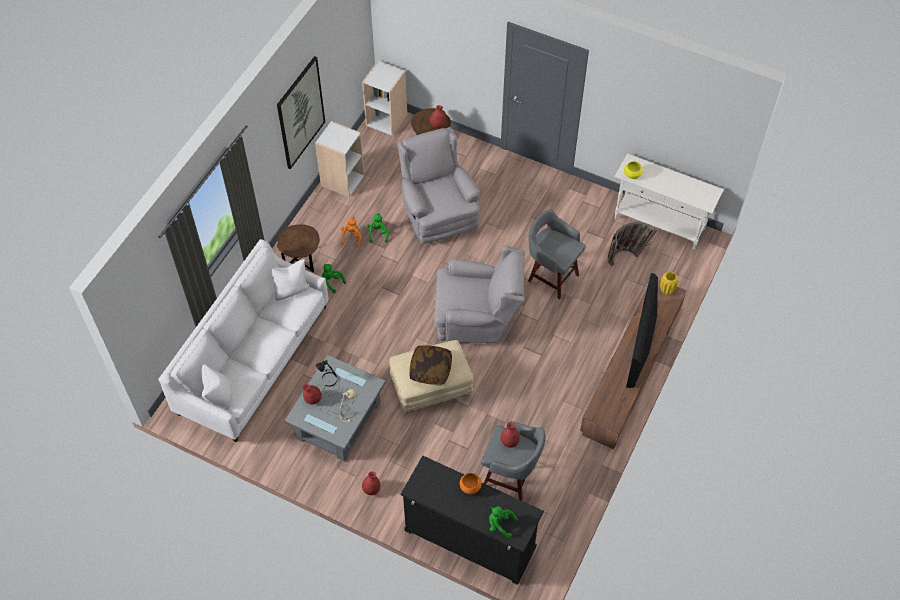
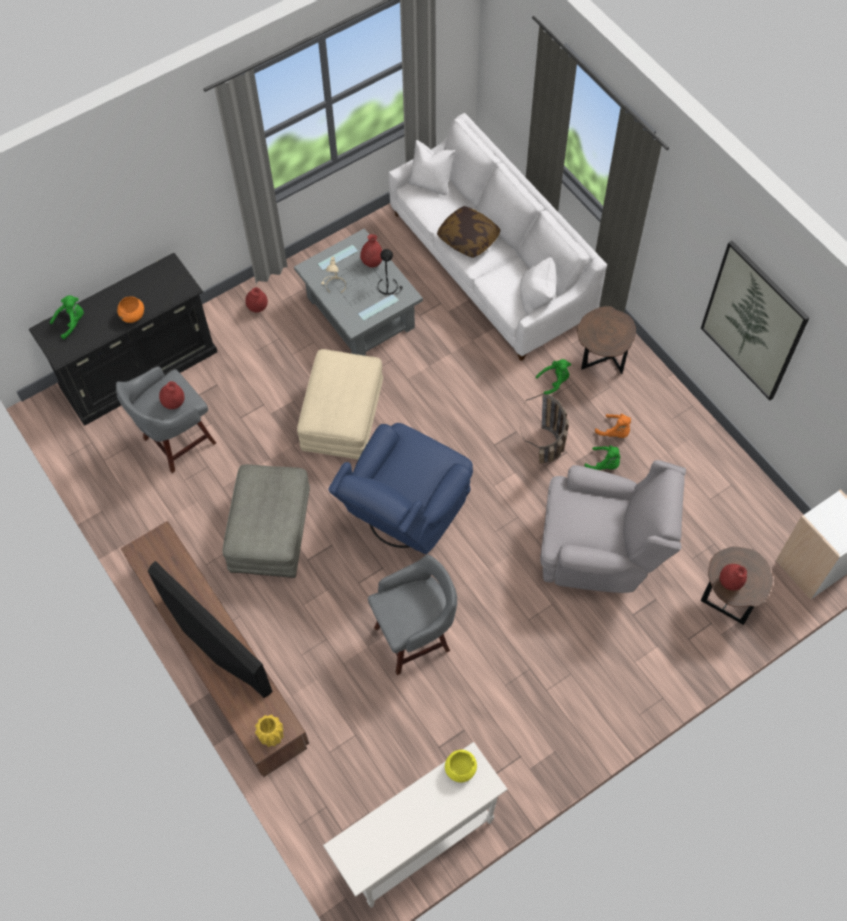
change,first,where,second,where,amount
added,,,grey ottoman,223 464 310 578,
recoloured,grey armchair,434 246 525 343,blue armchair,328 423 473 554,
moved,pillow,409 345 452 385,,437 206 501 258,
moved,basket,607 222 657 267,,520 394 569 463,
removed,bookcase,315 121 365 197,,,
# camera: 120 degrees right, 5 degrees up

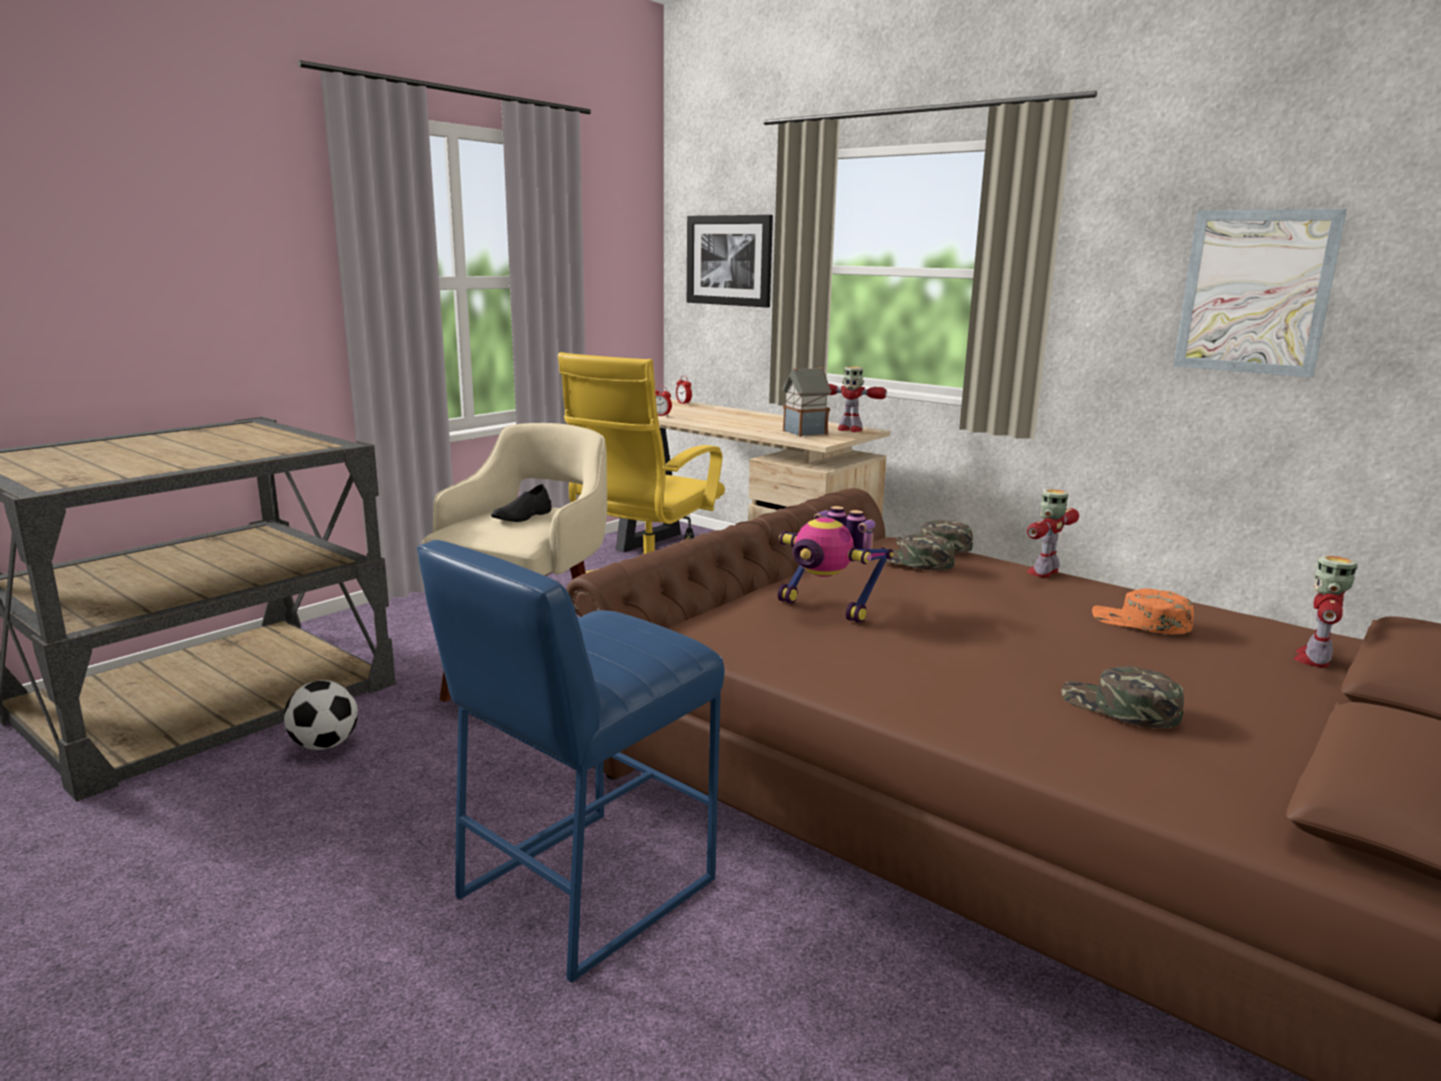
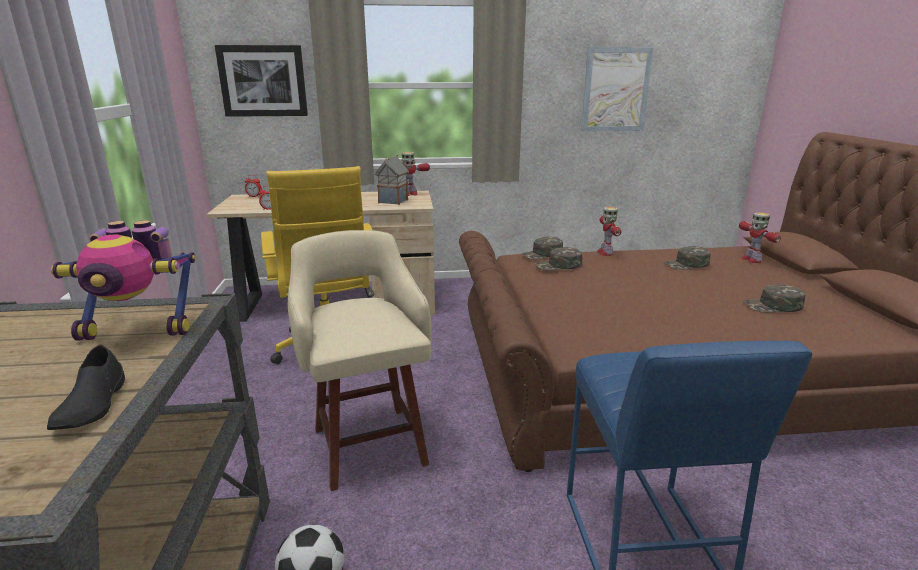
change,first,where,second,where,amount
moved,black shoe,491 484 552 522,,47 345 125 430,
moved,toy robot,778 506 893 623,,51 220 196 341,
recoloured,orange cap,1092 588 1194 634,green cap,663 246 711 270,
# camera: 45 degrees left, 5 degrees up

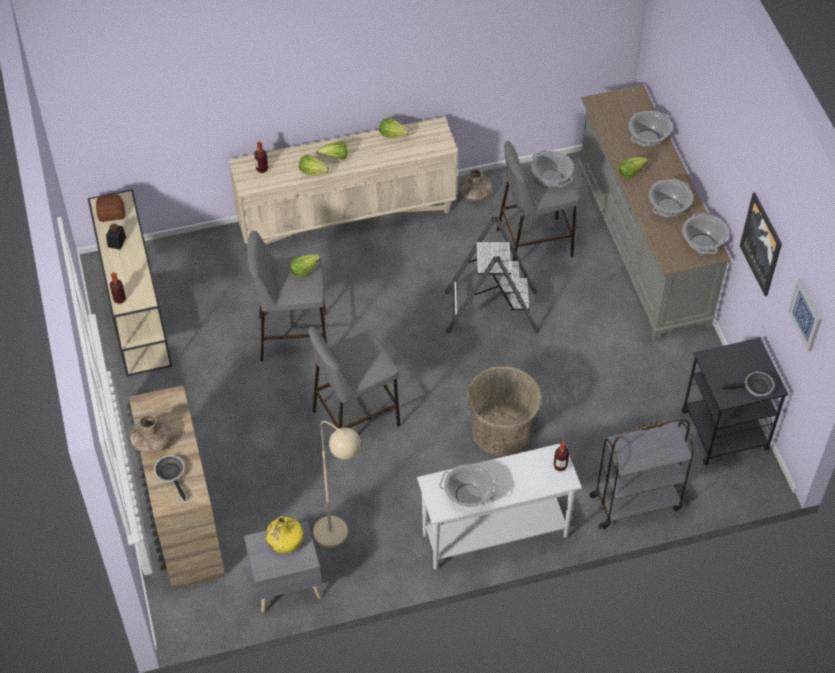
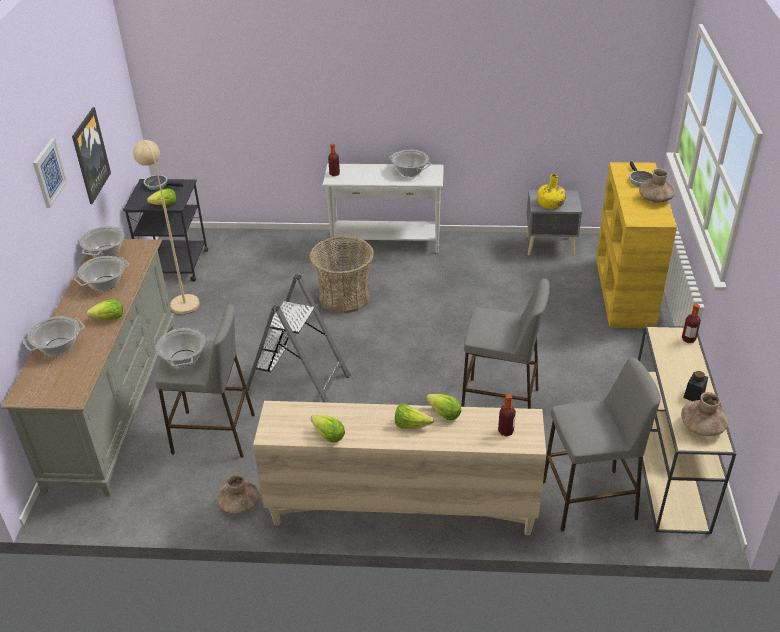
change,first,where,second,where,amount
moved,picture,787 279 822 351,,33 138 67 208,
moved,beige floor lamp,313 421 361 548,,133 139 200 314,
moved,lettuce,290 254 320 277,,147 189 176 205,
moved,grey stool,308 326 400 429,,543 358 661 532,
recoloured,brown bookcase,129 385 225 589,yellow bookcase,596 162 677 328,
replaced,bread,96 194 125 222,brown vase,681 392 729 436,
removed,grey cart,590 419 694 529,,,
# camera: 160 degrees left, 15 degrees down

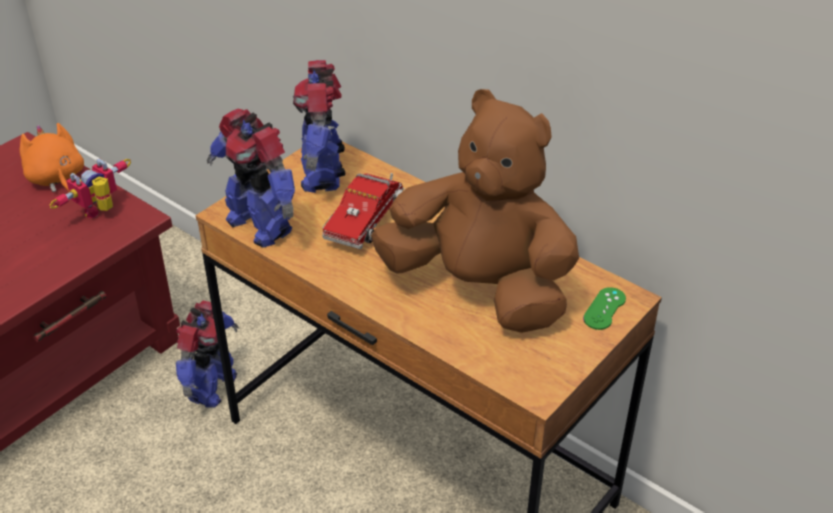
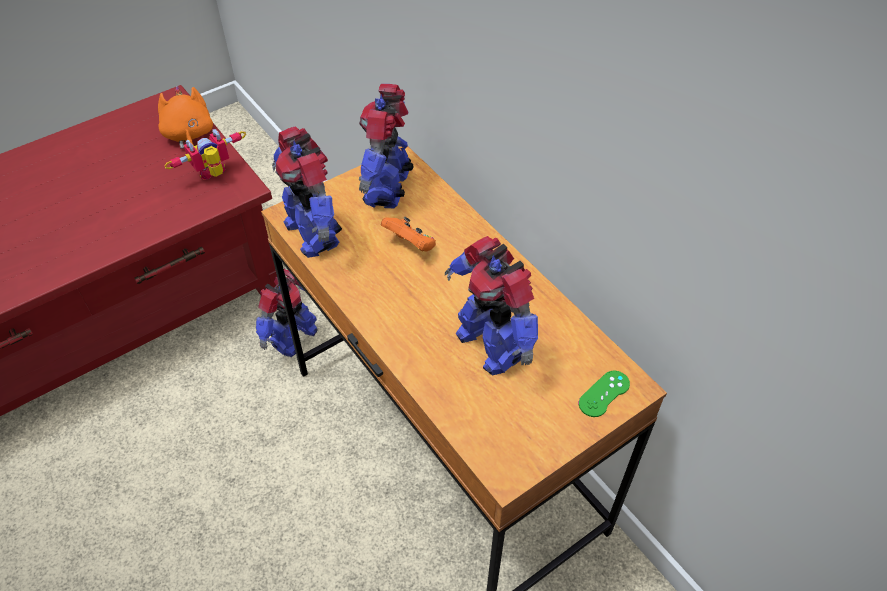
change,first,where,second,where,amount
replaced,toy truck,322 173 405 249,orange game controller,381 217 436 252,
replaced,brown plush toy,371 89 579 333,toy robot,445 236 538 376,
# camera: 15 degrees right, 10 degrees up

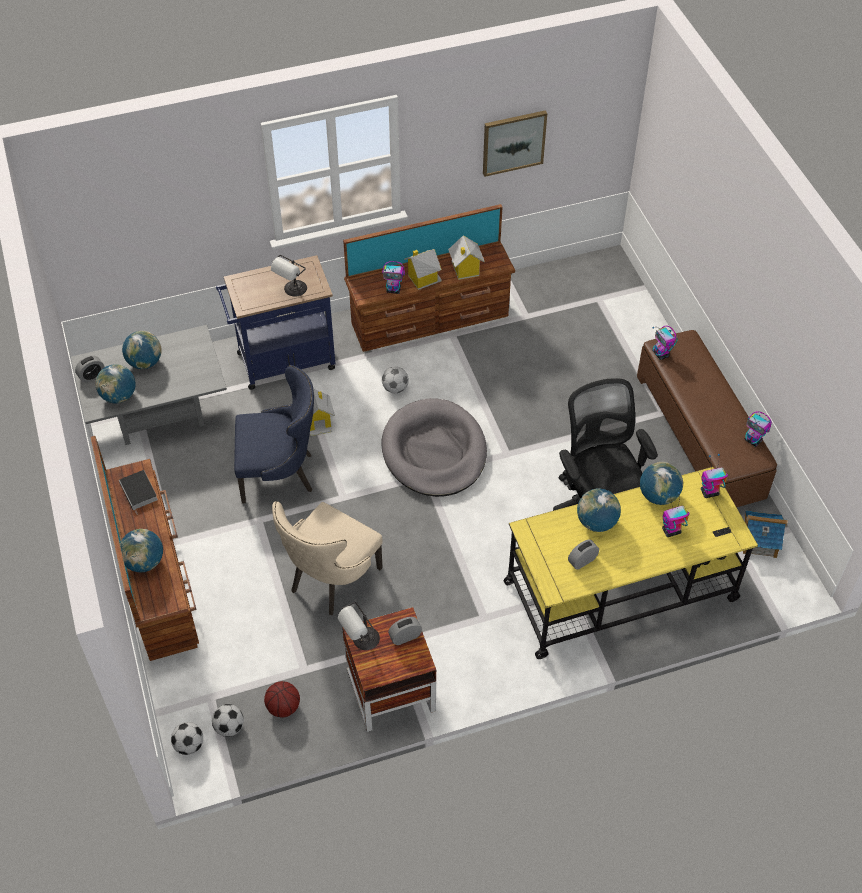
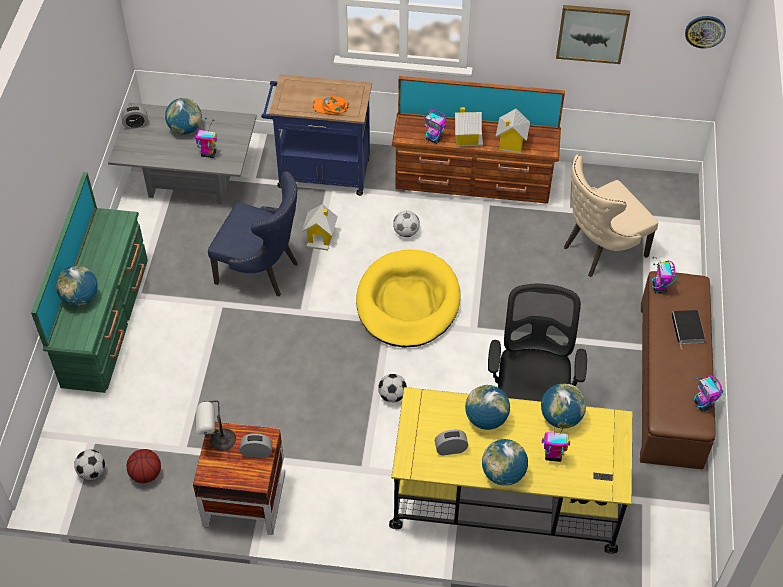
change,first,where,second,where,amount
recoloured,brown dresser,91 436 199 661,green dresser,31 172 148 393,
moved,toy robot,701 454 728 498,,194 118 217 158,
replaced,table lamp,271 255 307 297,orange cap,312 96 349 115,
recoloured,grey dog bed,381 398 487 497,yellow dog bed,356 250 461 348,
moved,football,171 722 203 755,,378 374 407 403,
moved,globe,95 364 136 403,,482 439 528 486,
moved,beige chair,272 501 383 615,,564 154 658 277,
moved,book,119 470 158 514,,672 310 705 347,
added,,,wall clock,685 16 726 49,
removed,toy house,743 510 788 558,,,
# camera: 25 degrees right, 0 degrees up

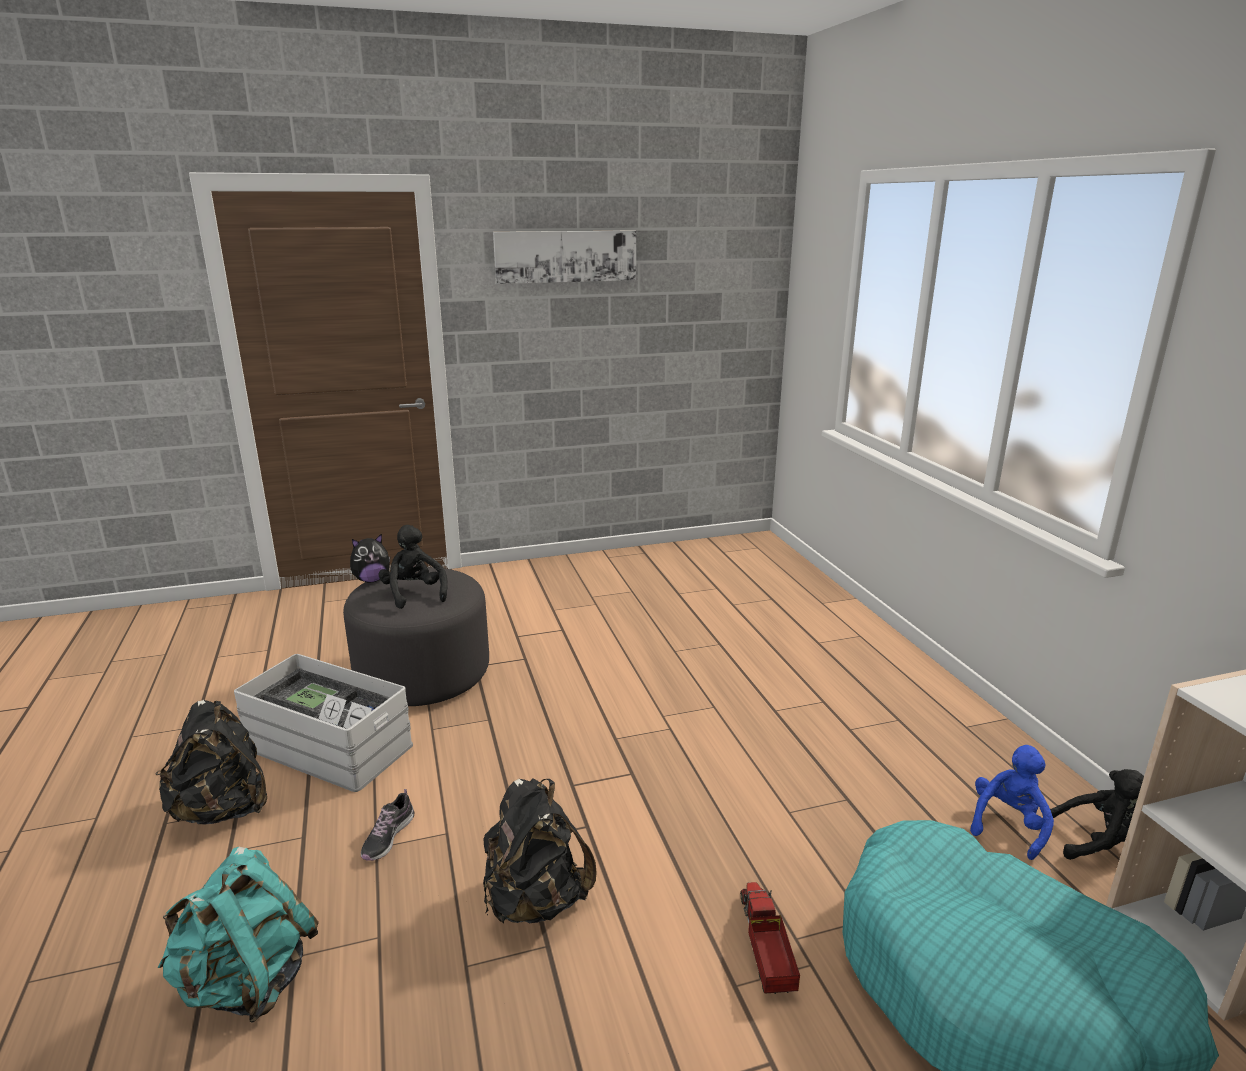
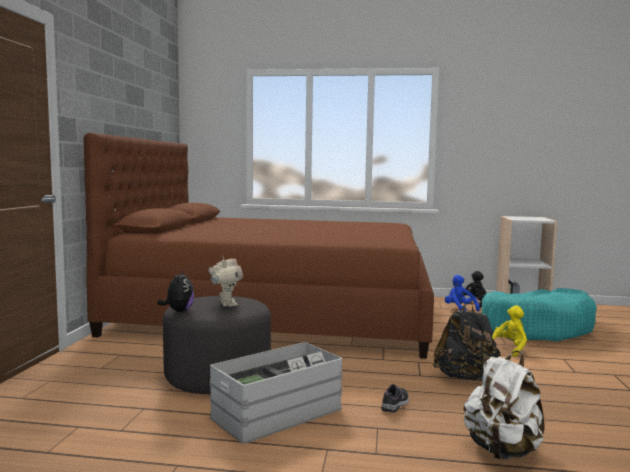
change,first,where,second,where,amount
added,,,brown bed,84 133 434 359,
replaced,black plush toy,379 525 448 609,toy robot,208 257 243 307,
turned,shoe,361 789 414 861,,381 384 409 412,105 degrees counterclockwise
recoloured,turquoise backpack,157 847 319 1023,white backpack,464 351 545 459,
replaced,toy truck,740 882 800 994,yellow plush toy,492 305 527 357,
removed,black backpack,156 700 267 825,,,
removed,picture,493 230 636 284,,,
# camera: 65 degrees left, 15 degrees down

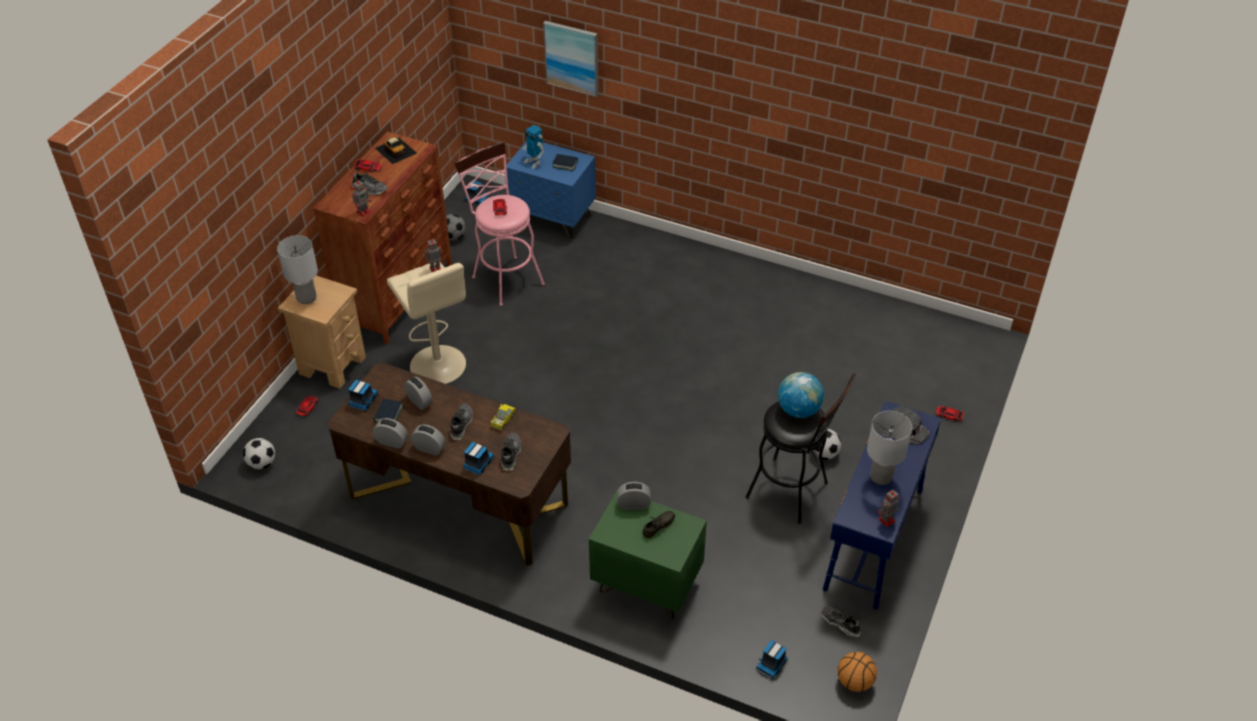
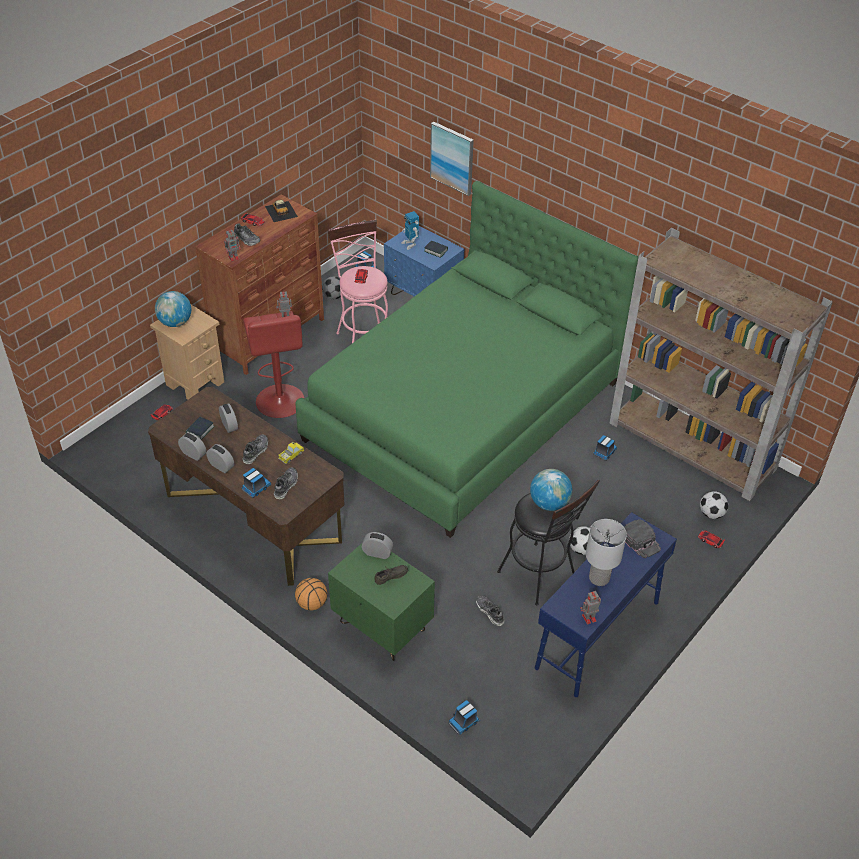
change,first,where,second,where,amount
replaced,grey table lamp,277 235 318 304,globe,155 291 191 327,
recoloured,beige stool,387 261 466 384,red stool,243 311 304 418,
added,,,green bed,295 181 638 538,
moved,basketball,837 652 877 692,,295 578 327 610,
moved,shoe,821 607 861 637,,476 596 504 626,
moved,toy truck,348 380 378 411,,593 435 617 461,
added,,,brown bookcase,609 228 833 501,
moved,football,243 438 275 469,,700 491 728 519,
# camera: 15 degrees right, 0 degrees up

